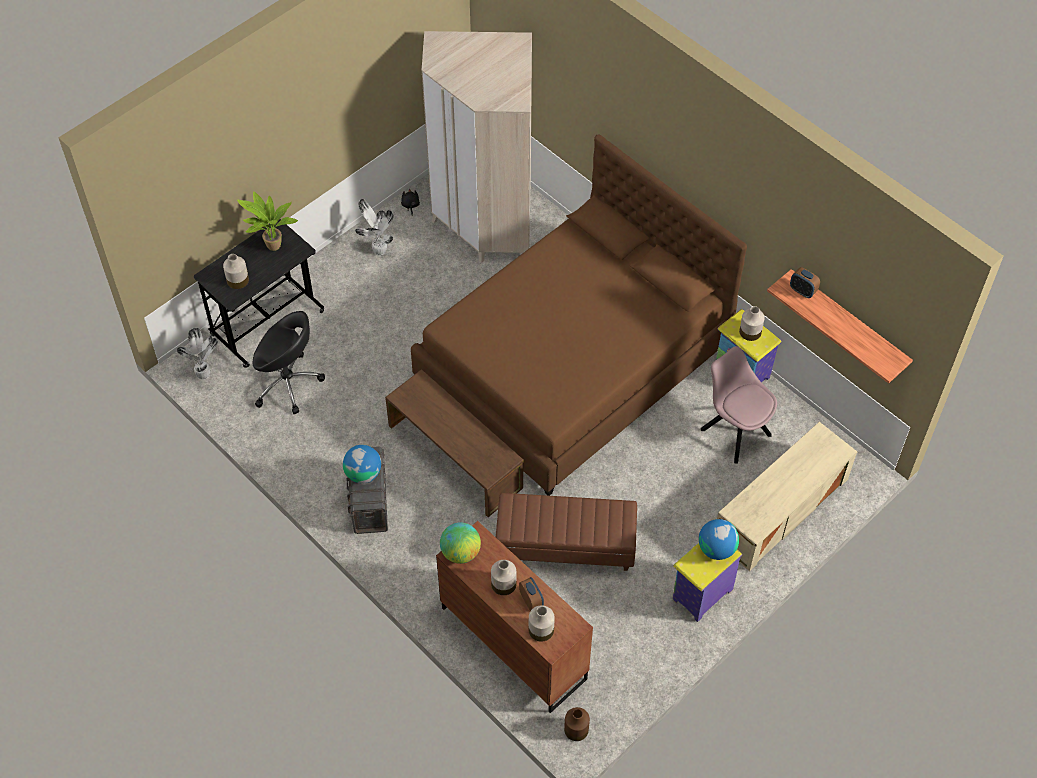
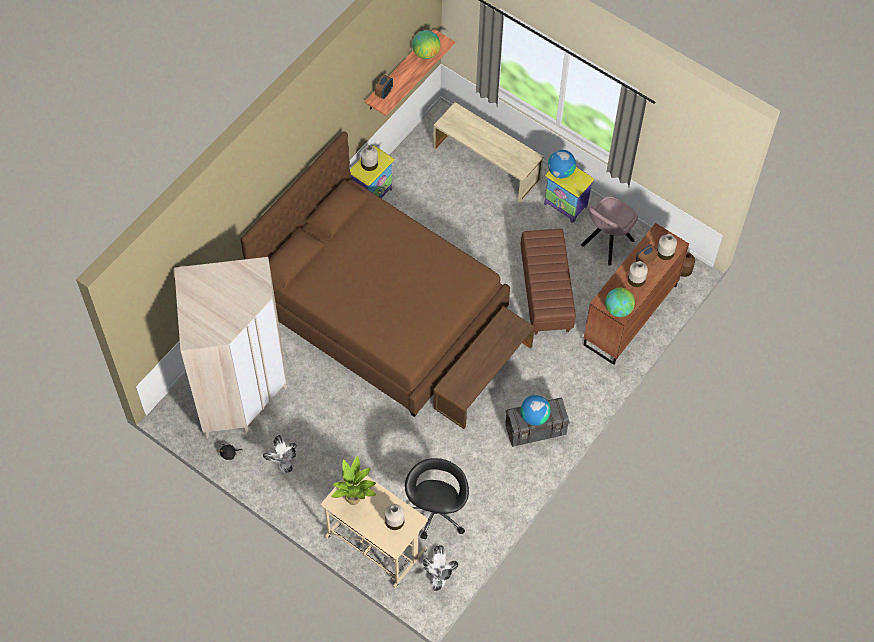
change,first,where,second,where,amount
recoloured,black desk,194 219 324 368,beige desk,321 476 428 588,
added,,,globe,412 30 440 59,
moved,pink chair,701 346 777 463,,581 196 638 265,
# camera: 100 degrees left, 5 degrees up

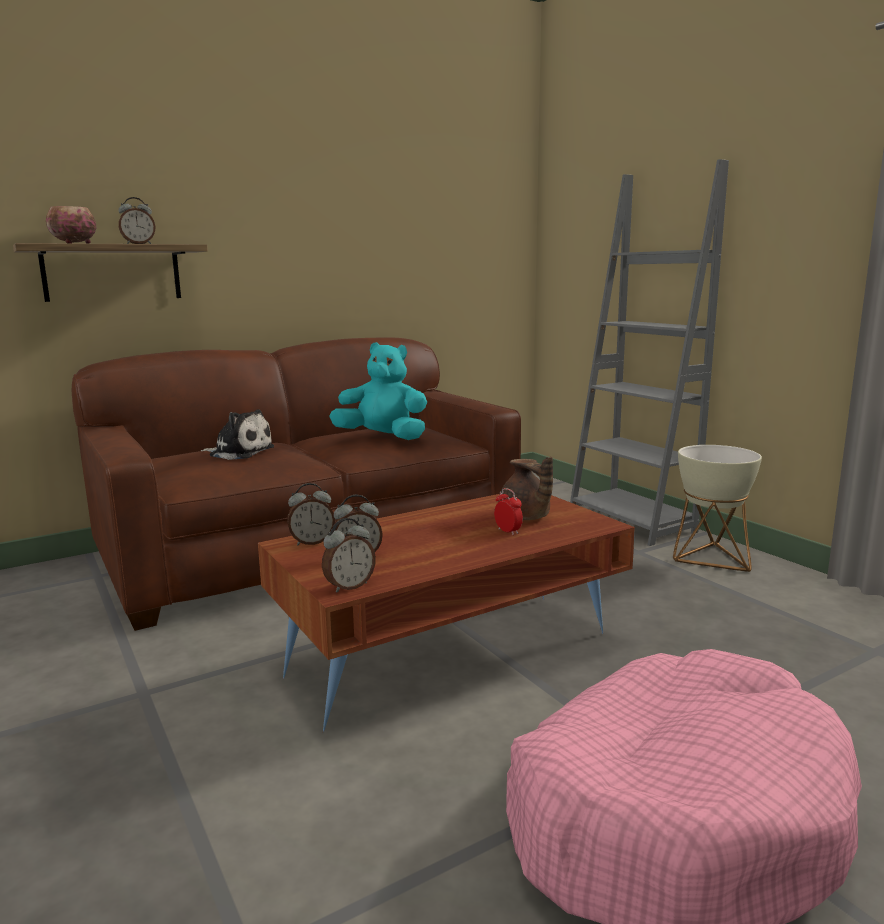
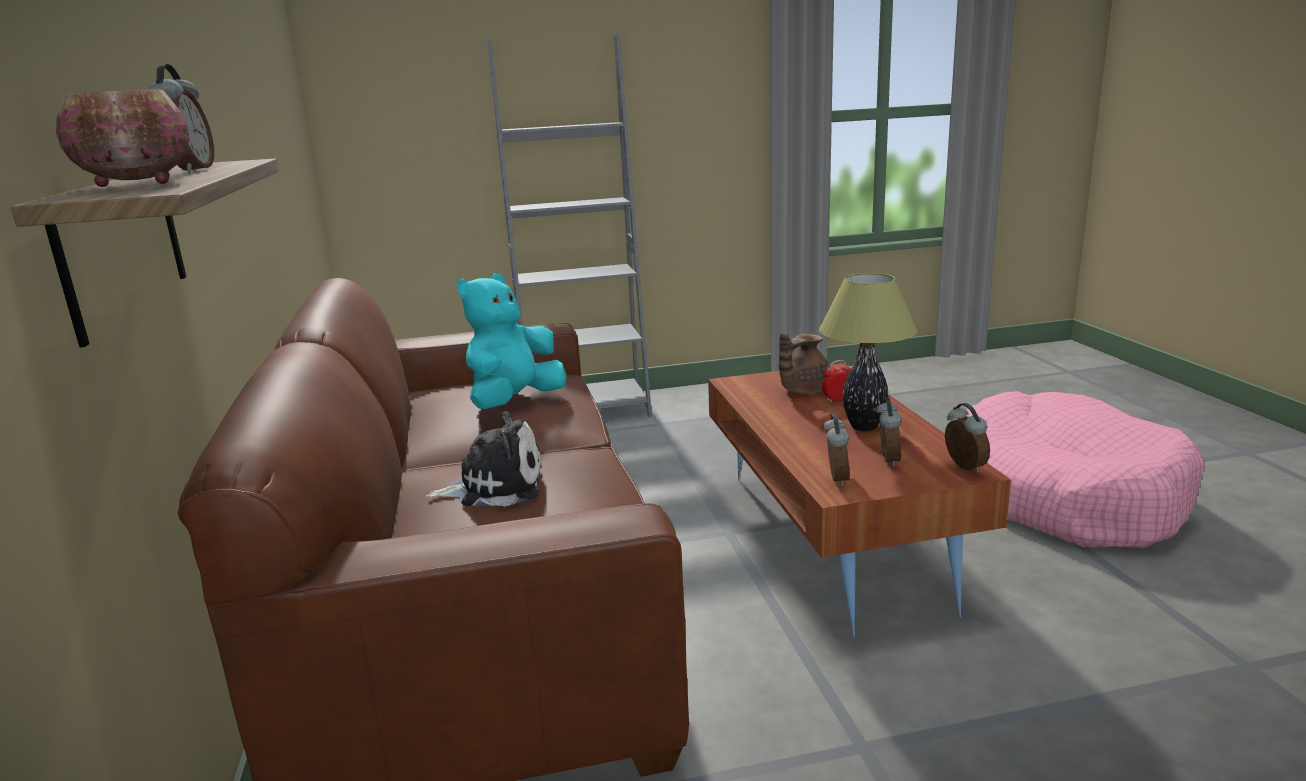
change,first,where,second,where,amount
turned,plush toy,201 409 274 460,,426 411 542 507,45 degrees clockwise
turned,brown teapot,498 457 553 520,,779 334 830 394,150 degrees clockwise
added,,,table lamp,819 273 918 431,
removed,planter,673 445 762 572,,,
# camera: 70 degrees left, 5 degrees up

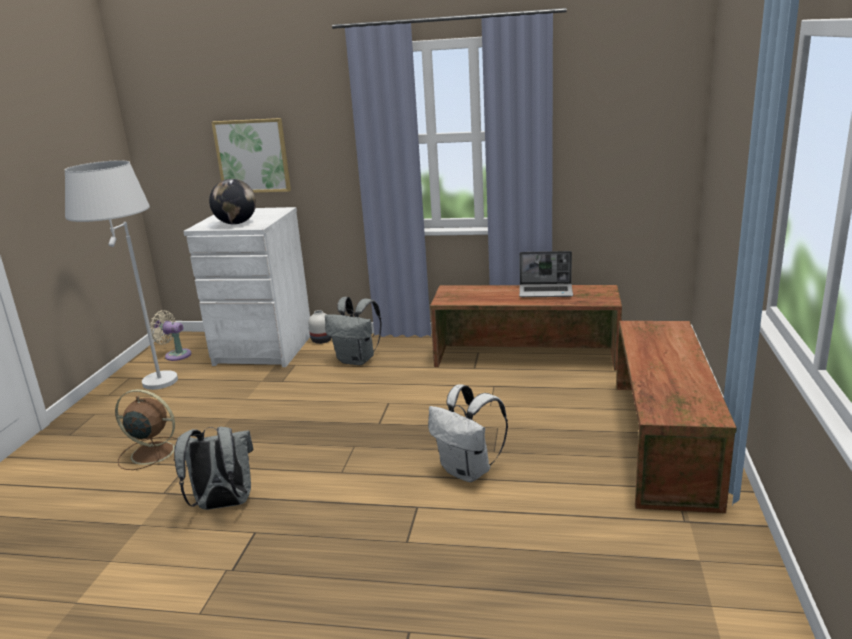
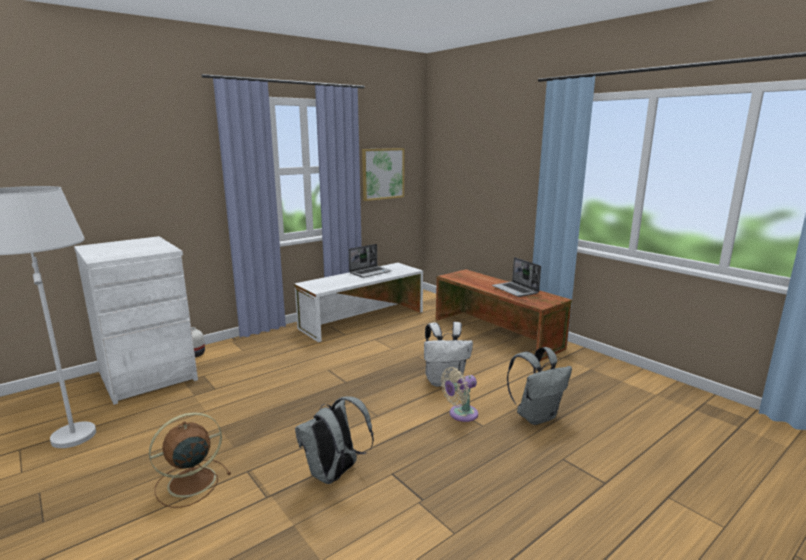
change,first,where,second,where,amount
recoloured,brown bench,430 285 622 371,white bench,294 263 423 342,
moved,picture,211 118 291 193,,362 148 404 201,
moved,beige fan,150 310 191 361,,441 367 478 422,
added,,,laptop,492 257 541 297,
moved,grey backpack,325 297 382 365,,507 347 572 425,
removed,globe,209 179 256 224,,,
# camera: 50 degrees left, 5 degrees down

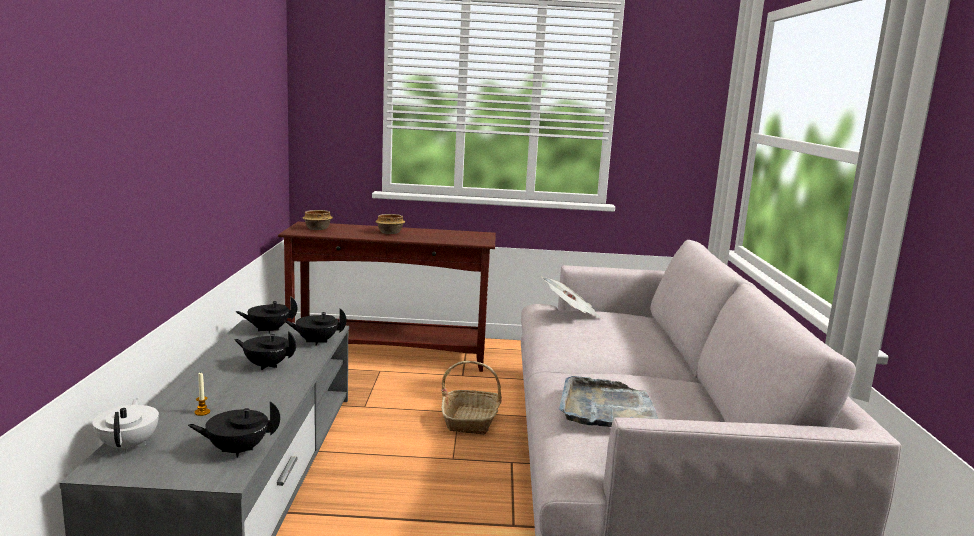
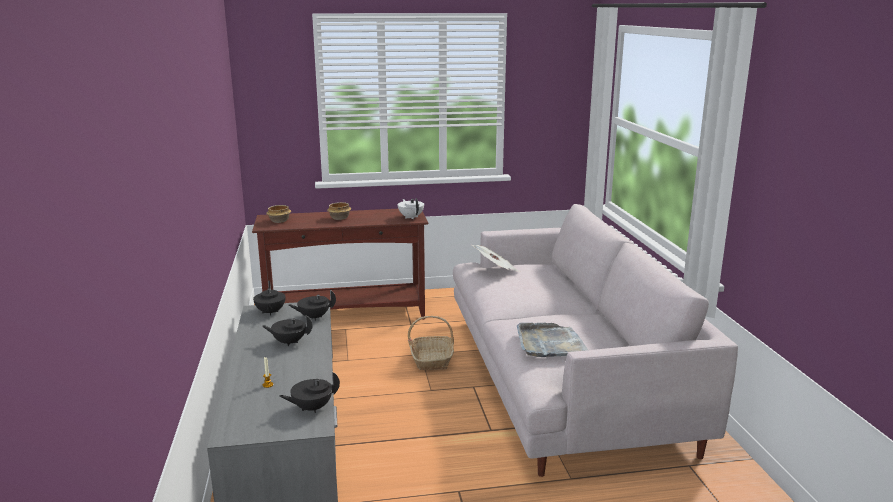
change,first,where,second,where,amount
turned,black teapot,236 296 297 334,,253 281 286 316,75 degrees counterclockwise
moved,white teapot,92 398 159 453,,398 198 424 219,
# camera: 10 degrees left, 5 degrees up

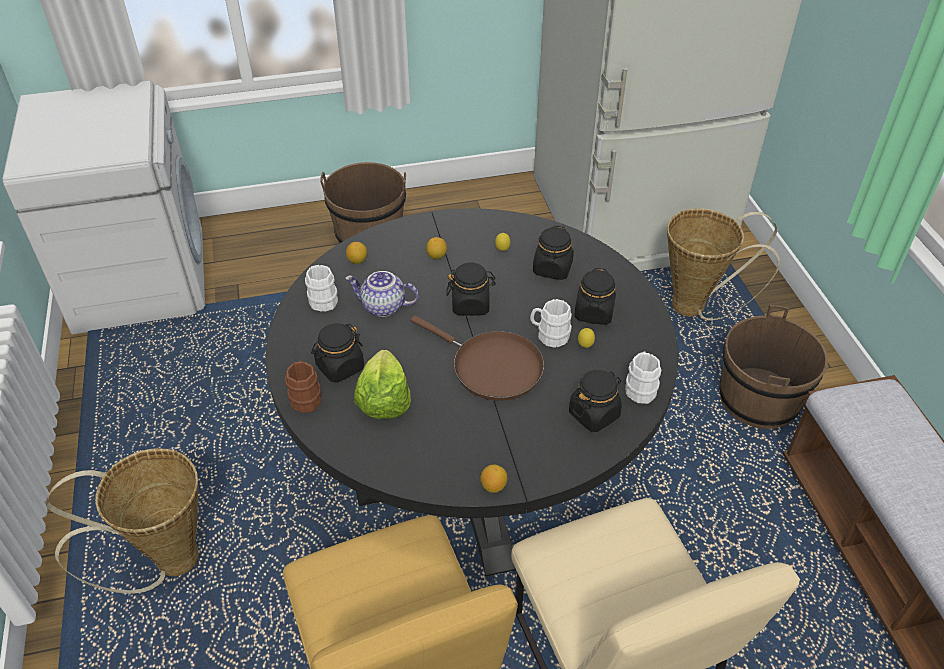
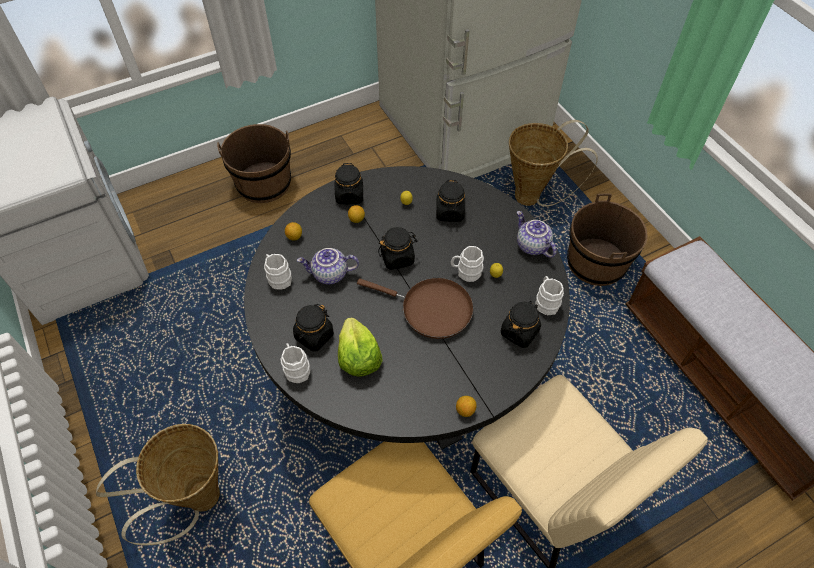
change,first,where,second,where,amount
recoloured,brown mug,285 360 321 413,white mug,280 343 311 383,
moved,black jar,574 268 616 325,,335 163 363 204,
added,,,teapot,517 211 557 258,
# camera: 15 degrees left, 10 degrees up

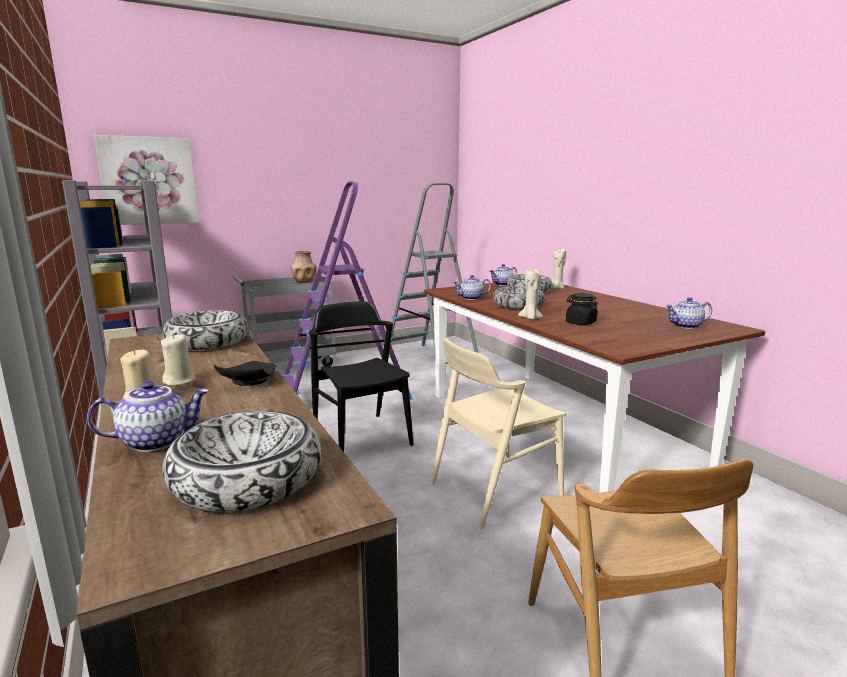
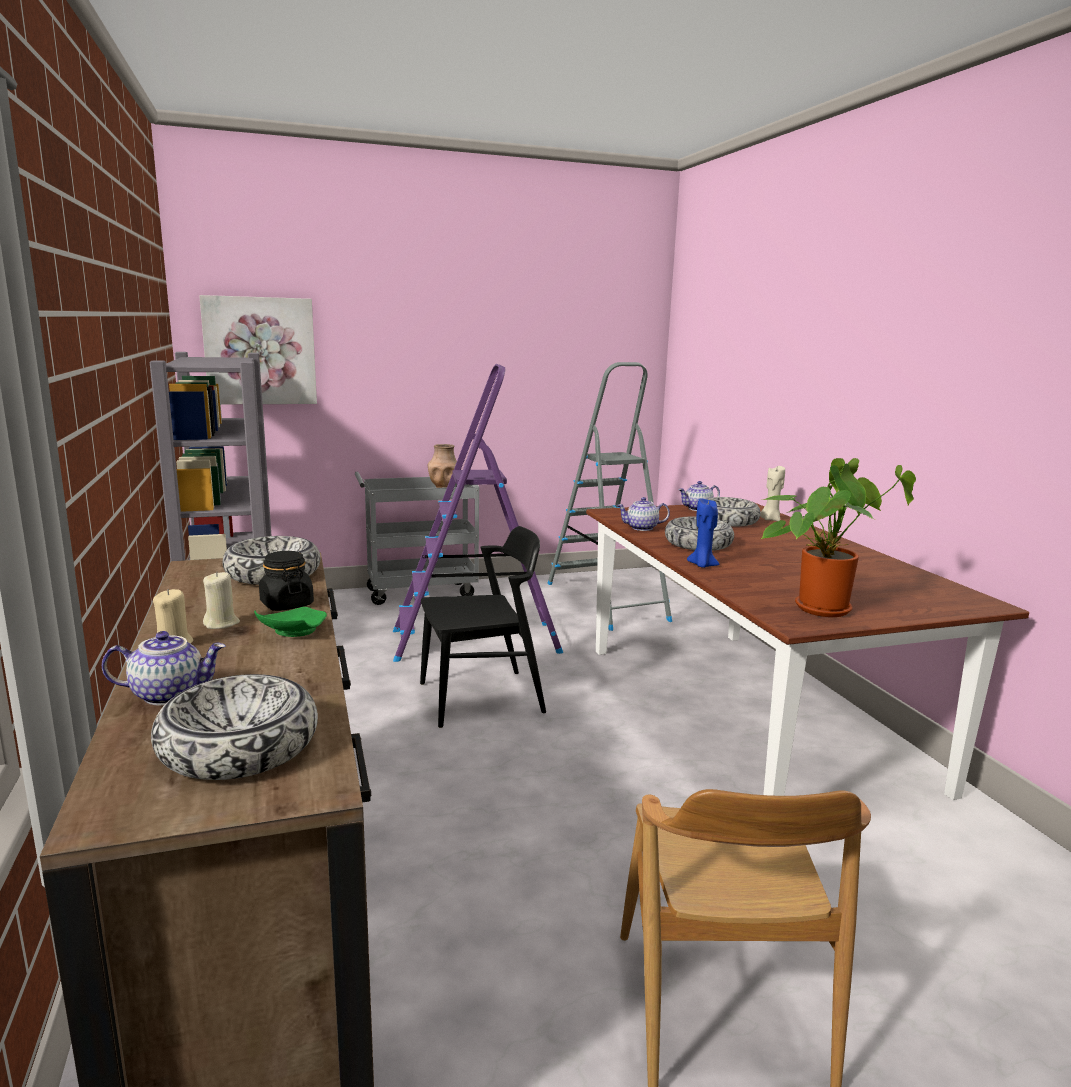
change,first,where,second,where,amount
recoloured,black plate,214 361 276 386,green plate,254 607 327 637,
moved,black jar,566 293 598 325,,259 551 314 611,
turned,black chair,309 301 414 452,,420 526 546 728,90 degrees clockwise
recoloured,beige candle,518 267 543 320,blue candle,687 499 720 568,
added,,,potted plant,761 458 916 617,
removed,beige chair,431 338 567 528,,,
removed,teapot,666 297 712 329,,,
# camera: 10 degrees right, 0 degrees up

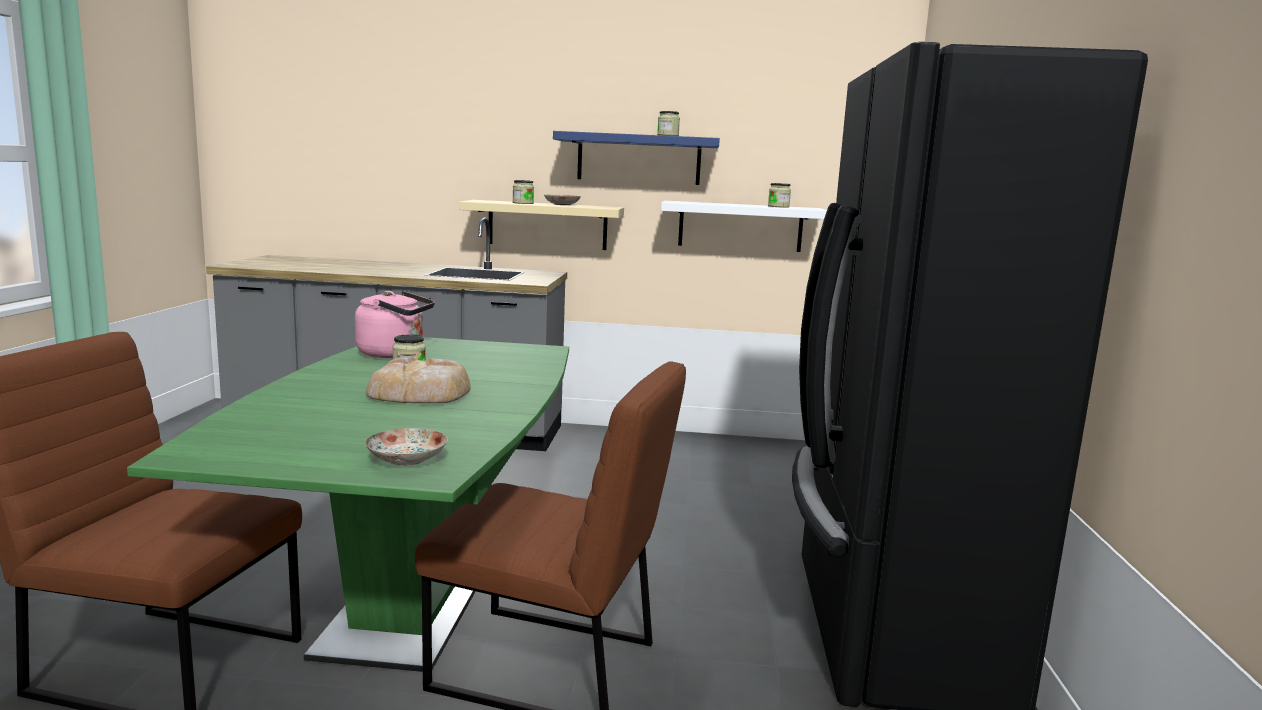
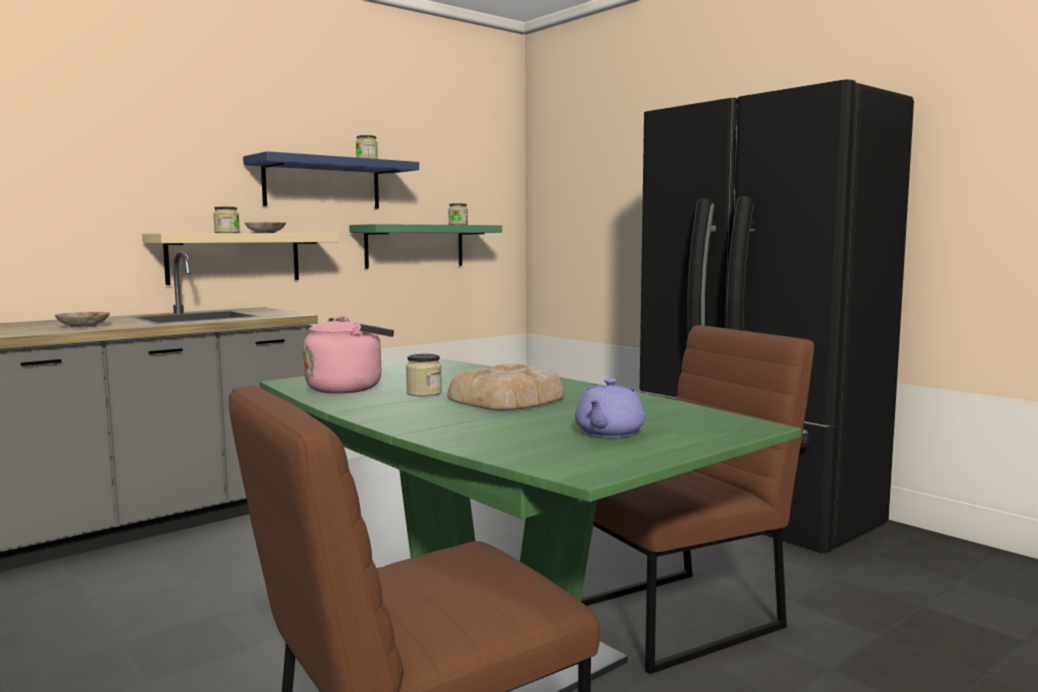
change,first,where,second,where,amount
moved,plate,365 428 447 466,,55 312 110 327,
recoloured,white shelf,661 201 827 252,green shelf,349 224 502 269,
added,,,purple teapot,575 378 645 437,
# camera: 45 degrees left, 5 degrees down

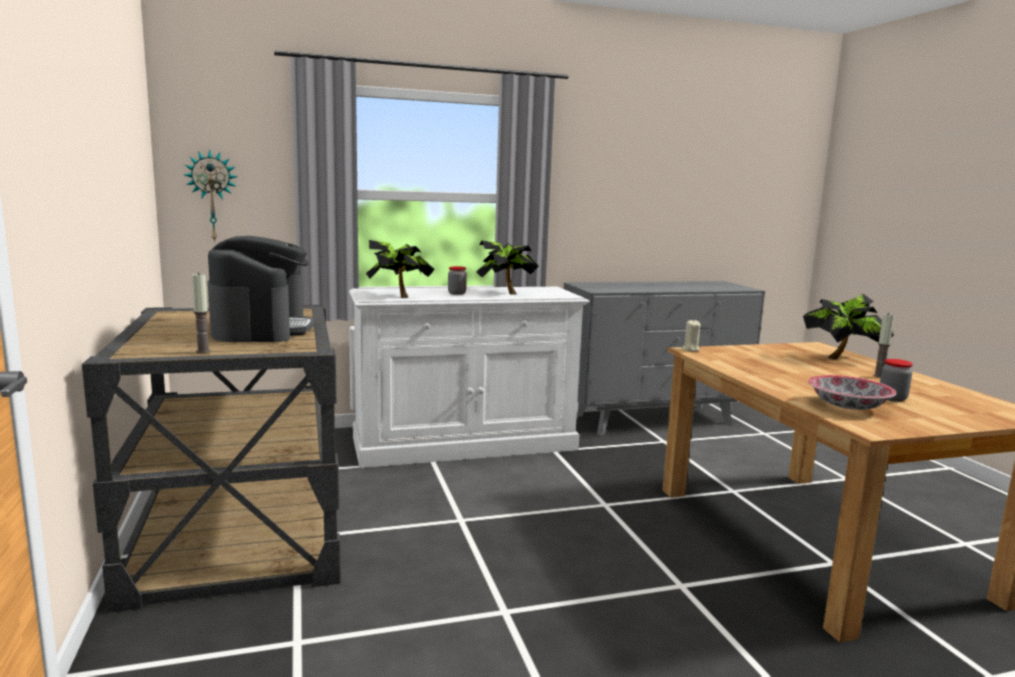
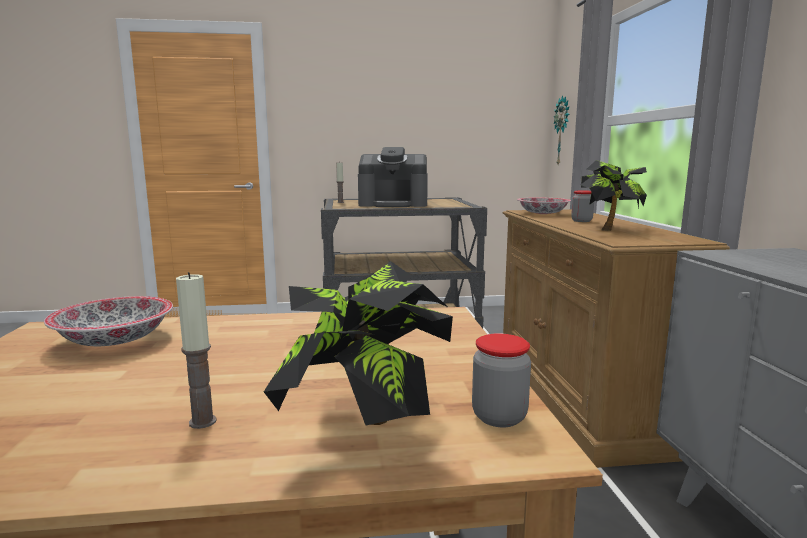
change,first,where,second,where,amount
moved,jar,880 359 913 402,,472 333 531 427,
recoloured,white cabinet,349 287 590 468,brown cabinet,503 209 730 468,
replaced,potted plant,366 240 435 298,bowl,517 197 571 214,
removed,beige candle,682 320 701 351,,,
# camera: 100 degrees right, 0 degrees up

